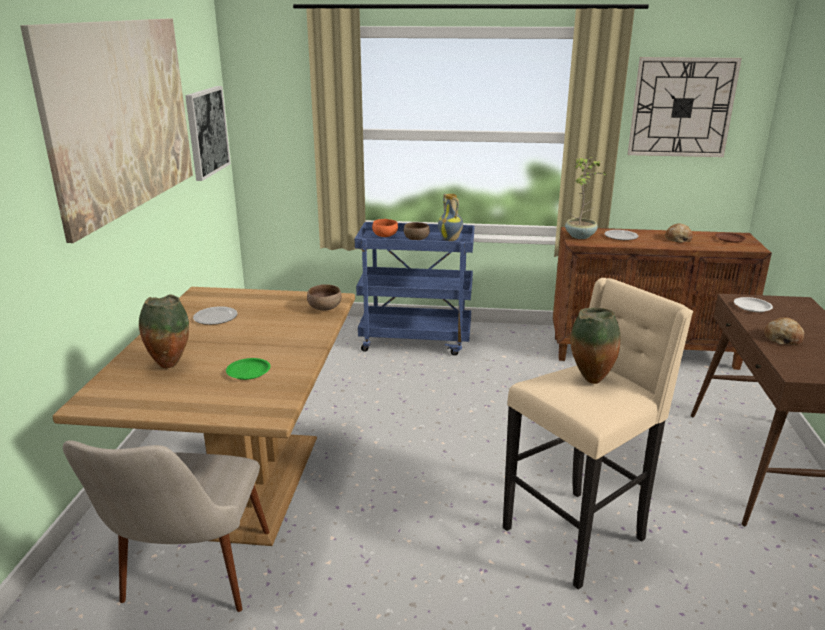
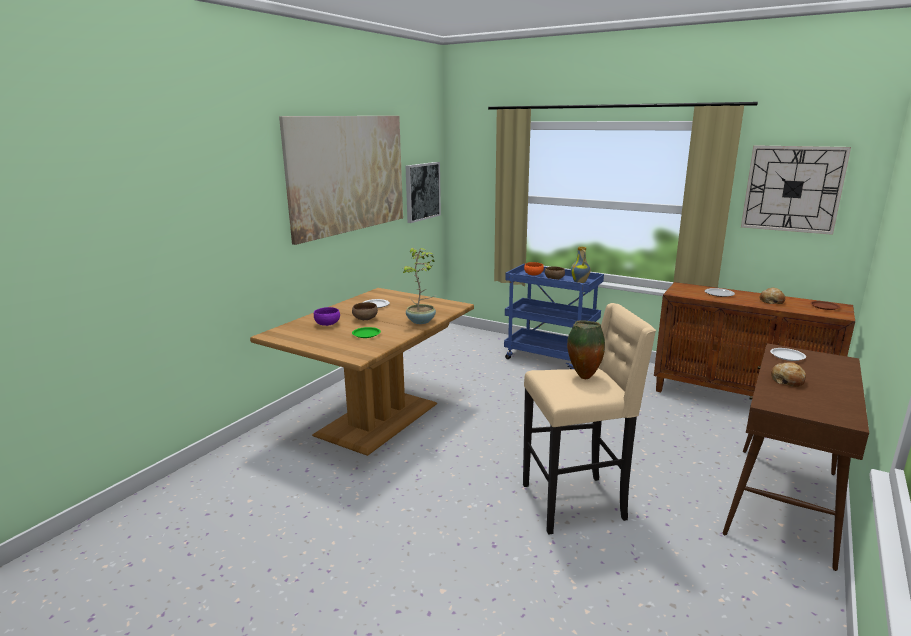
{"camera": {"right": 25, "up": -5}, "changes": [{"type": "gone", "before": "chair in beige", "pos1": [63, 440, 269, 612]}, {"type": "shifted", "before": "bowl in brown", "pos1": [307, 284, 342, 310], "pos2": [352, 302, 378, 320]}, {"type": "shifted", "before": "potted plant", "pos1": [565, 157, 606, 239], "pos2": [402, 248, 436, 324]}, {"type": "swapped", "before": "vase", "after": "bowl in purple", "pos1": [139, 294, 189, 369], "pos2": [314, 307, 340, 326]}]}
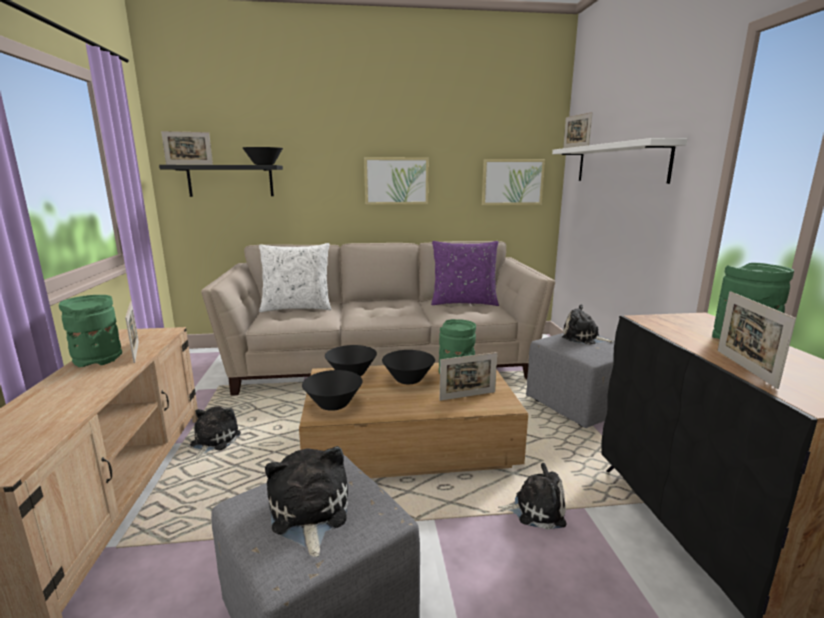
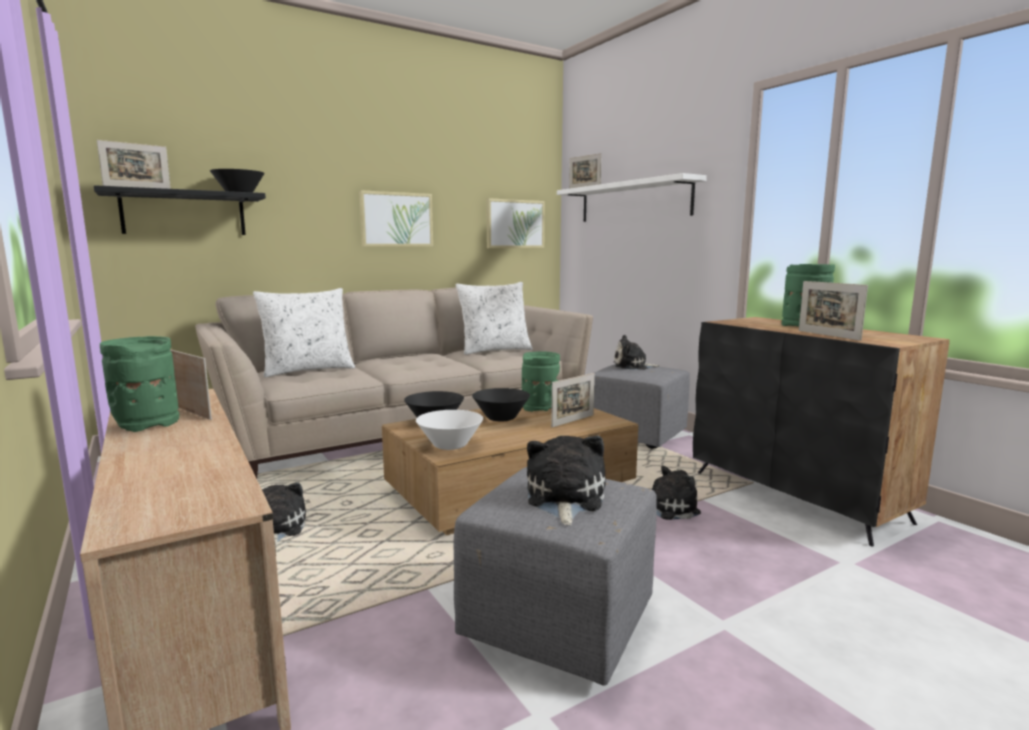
{"camera": {"right": -25, "up": -5}, "changes": [{"type": "repainted", "before": "bowl in black", "after": "bowl in white", "pos1": [302, 370, 363, 411], "pos2": [416, 410, 483, 450]}, {"type": "repainted", "before": "pillow in purple", "after": "pillow in white", "pos1": [431, 241, 499, 306], "pos2": [456, 282, 533, 355]}, {"type": "rotated", "before": "plush toy", "pos1": [265, 446, 348, 557], "pos2": [527, 435, 606, 526], "turn": 45}]}
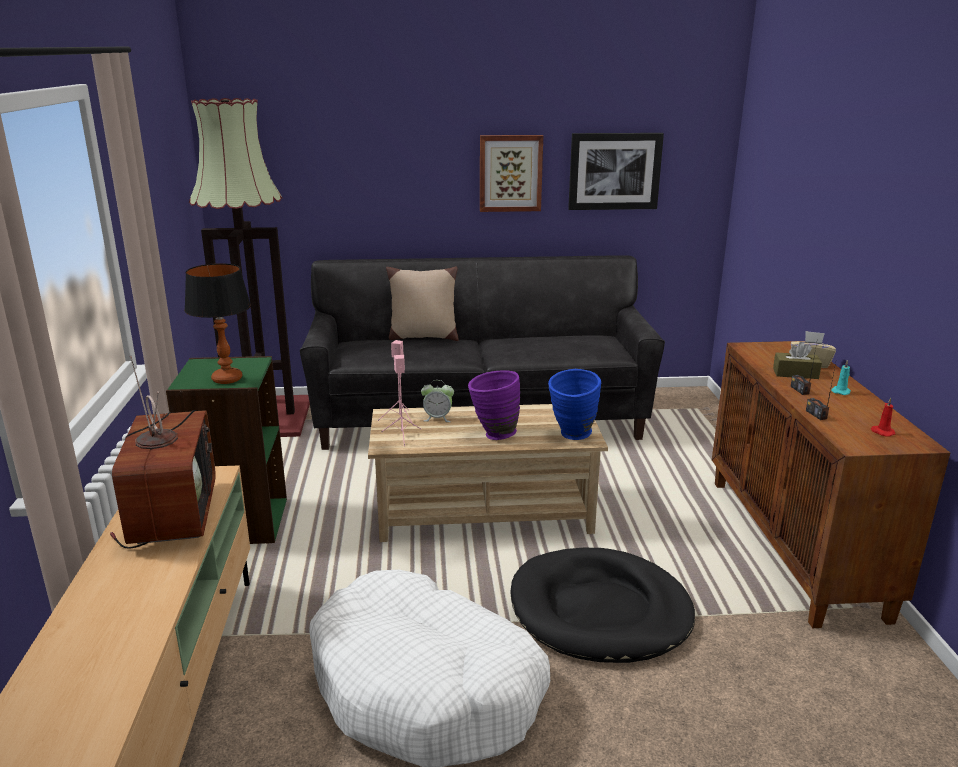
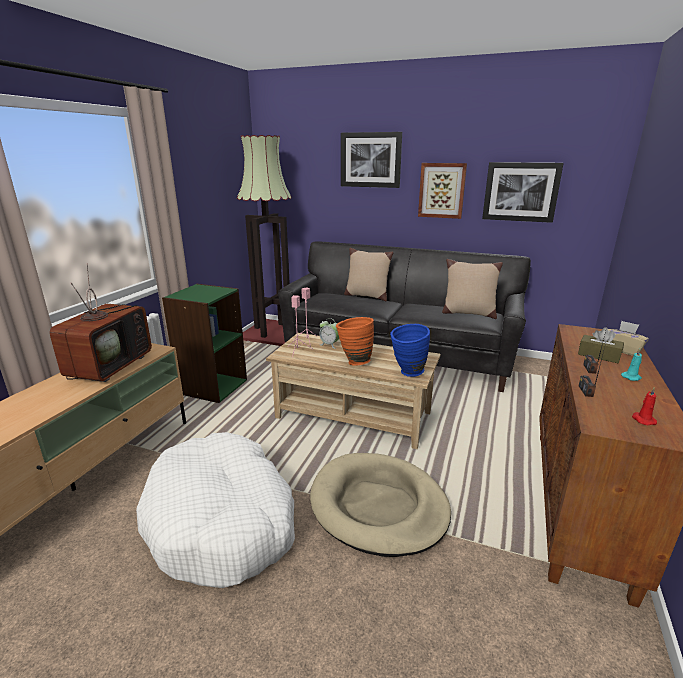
{"camera": {"right": 25, "up": 0}, "changes": [{"type": "gone", "before": "table lamp", "pos1": [184, 263, 251, 384]}, {"type": "new", "after": "picture", "pos2": [341, 132, 402, 188]}, {"type": "new", "after": "pillow in beige", "pos2": [442, 259, 503, 319]}, {"type": "repainted", "before": "vase in purple", "after": "vase in orange", "pos1": [468, 370, 520, 440], "pos2": [336, 317, 374, 365]}, {"type": "repainted", "before": "dog bed in black", "after": "dog bed in beige", "pos1": [510, 548, 695, 663], "pos2": [310, 453, 451, 557]}]}
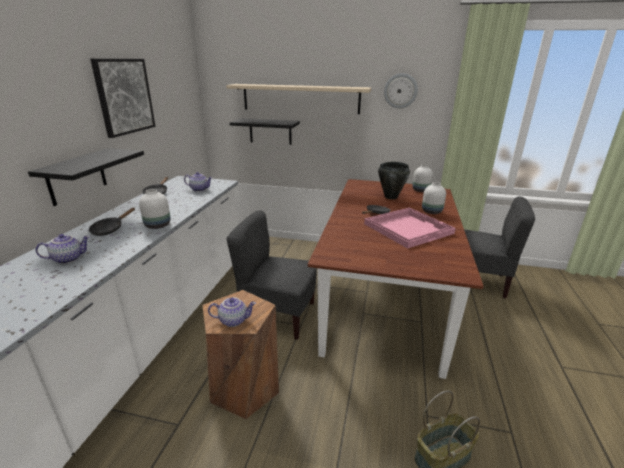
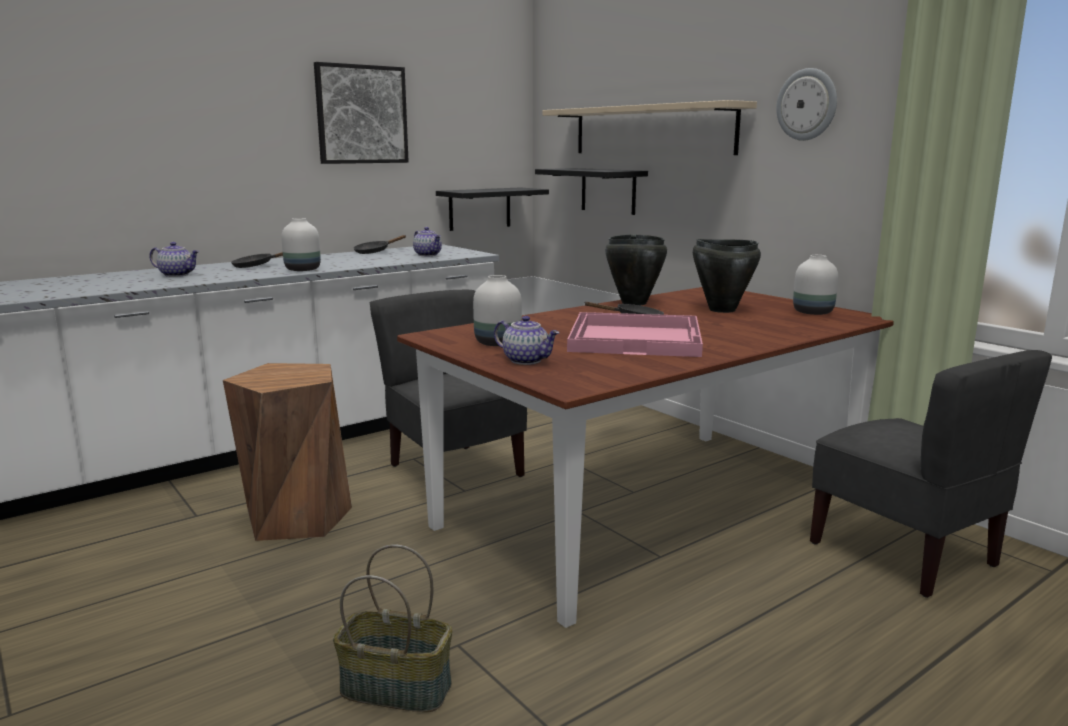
{"camera": {"right": 40, "up": -10}, "changes": [{"type": "new", "after": "cooking pot in black", "pos2": [605, 234, 667, 306]}, {"type": "shifted", "before": "shelf in black", "pos1": [28, 148, 144, 206], "pos2": [436, 187, 549, 231]}, {"type": "shifted", "before": "teapot", "pos1": [208, 297, 256, 327], "pos2": [494, 316, 560, 365]}, {"type": "shifted", "before": "vase in white", "pos1": [422, 182, 446, 214], "pos2": [473, 275, 522, 346]}]}
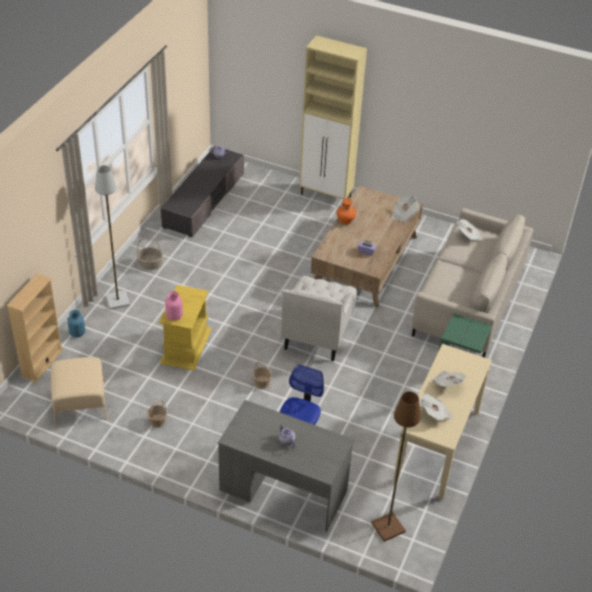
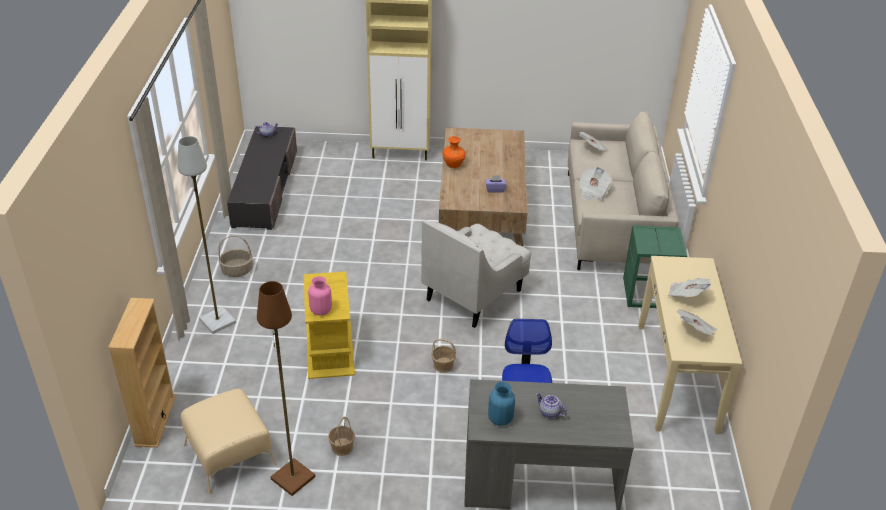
{"camera": {"right": -20, "up": -5}, "changes": [{"type": "shifted", "before": "vase in blue", "pos1": [68, 310, 85, 338], "pos2": [488, 382, 515, 426]}, {"type": "shifted", "before": "floor lamp in brown", "pos1": [371, 392, 421, 542], "pos2": [257, 281, 315, 496]}, {"type": "shifted", "before": "newspaper", "pos1": [391, 196, 420, 222], "pos2": [579, 167, 612, 200]}, {"type": "rotated", "before": "armchair in white", "pos1": [281, 276, 357, 361], "pos2": [421, 219, 531, 328], "turn": 45}]}
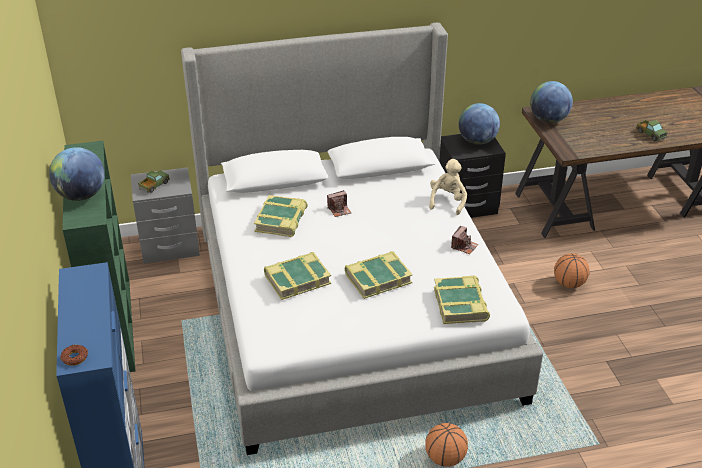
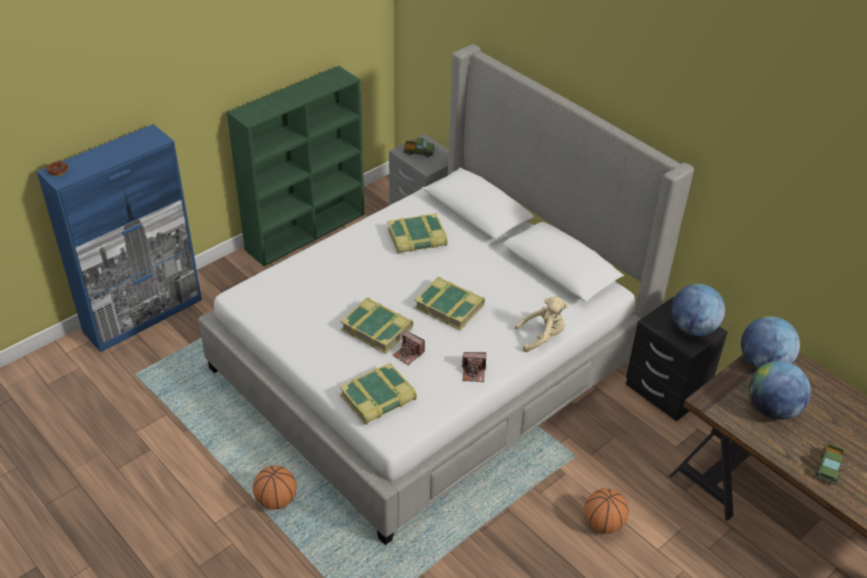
{"camera": {"right": 60, "up": 5}, "changes": [{"type": "shifted", "before": "globe", "pos1": [49, 147, 105, 201], "pos2": [749, 361, 811, 420]}, {"type": "shifted", "before": "book", "pos1": [264, 252, 331, 300], "pos2": [414, 277, 485, 330]}, {"type": "shifted", "before": "photo camera", "pos1": [327, 190, 351, 217], "pos2": [393, 331, 425, 365]}]}
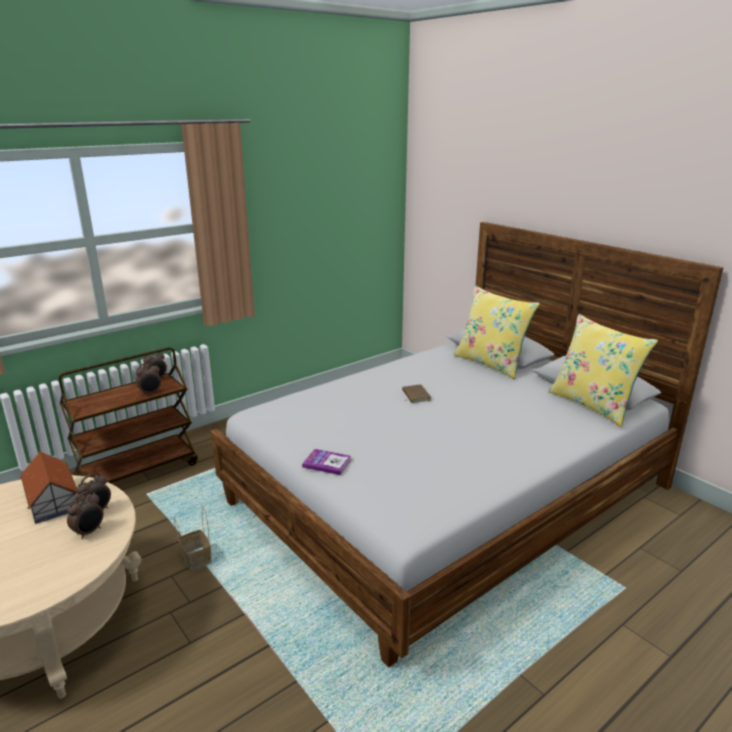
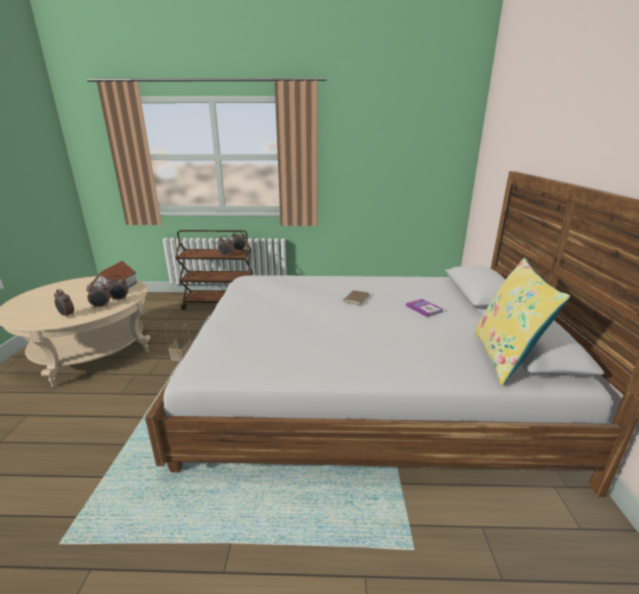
{"camera": {"right": 40, "up": 0}, "changes": [{"type": "gone", "before": "pillow in yellow", "pos1": [453, 286, 540, 379]}, {"type": "new", "after": "alarm clock", "pos2": [54, 289, 74, 318]}, {"type": "shifted", "before": "book", "pos1": [302, 449, 351, 475], "pos2": [406, 299, 443, 317]}]}
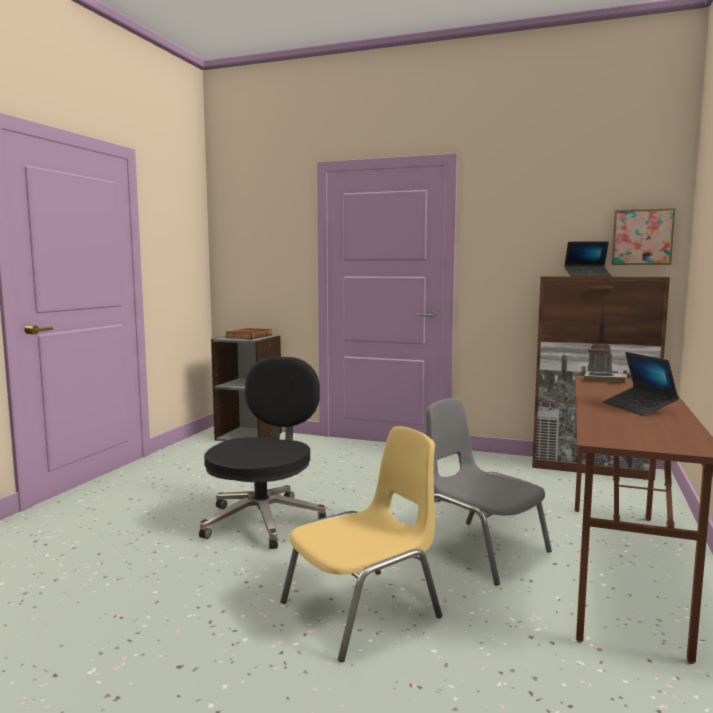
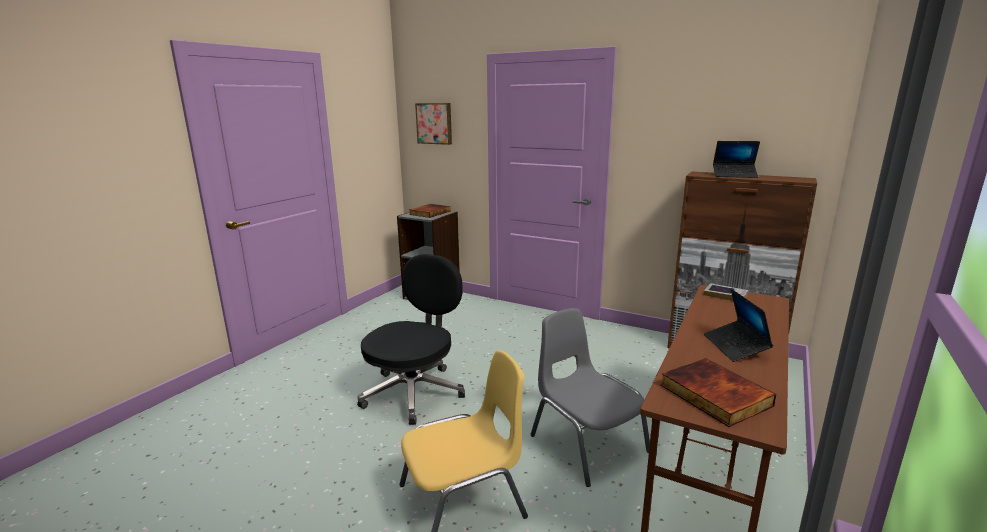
{"camera": {"right": 10, "up": 10}, "changes": [{"type": "new", "after": "book", "pos2": [660, 358, 776, 427]}, {"type": "shifted", "before": "picture", "pos1": [611, 208, 675, 265], "pos2": [415, 103, 452, 145]}]}
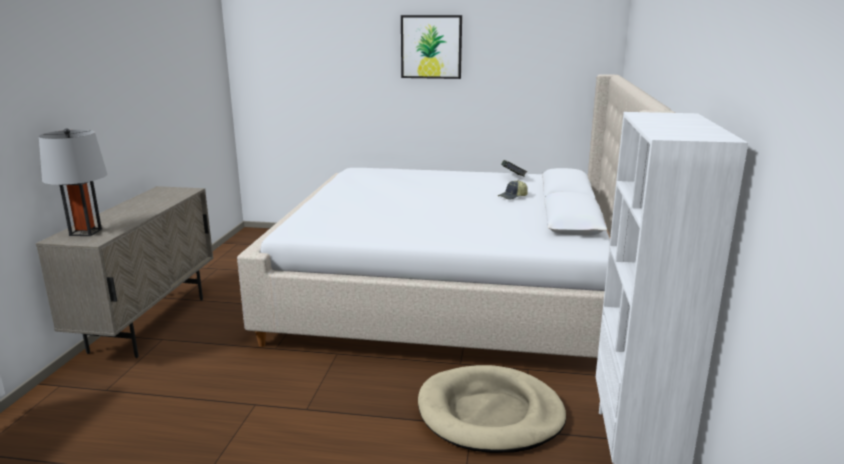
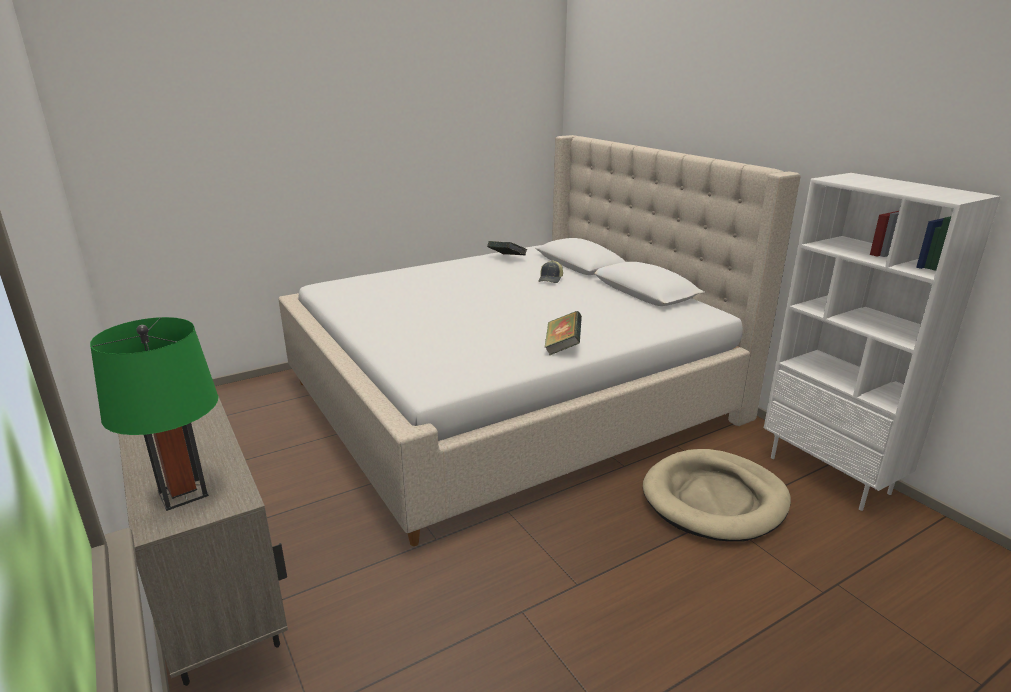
{"camera": {"right": -40, "up": 5}, "changes": [{"type": "gone", "before": "picture", "pos1": [401, 15, 462, 79]}, {"type": "new", "after": "book", "pos2": [544, 311, 582, 355]}, {"type": "repainted", "before": "table lamp in grey", "after": "table lamp in green", "pos1": [39, 128, 108, 236], "pos2": [90, 317, 219, 511]}]}
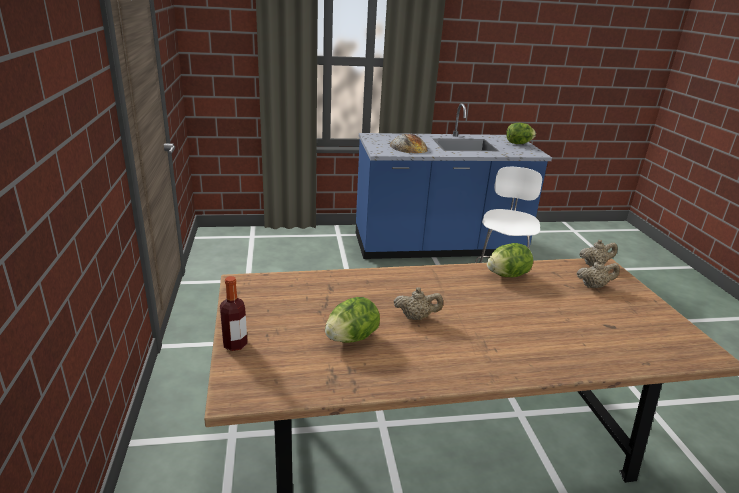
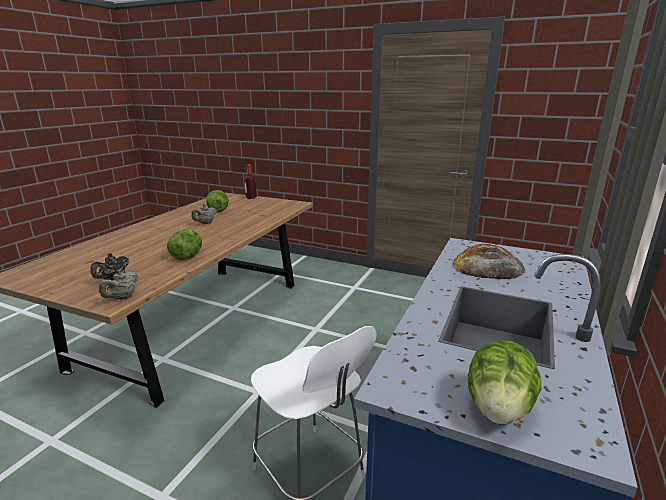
{"camera": {"right": 125, "up": -5}, "changes": [{"type": "repainted", "before": "teapot in beige", "after": "teapot in black", "pos1": [577, 259, 620, 288], "pos2": [90, 253, 130, 281]}]}
